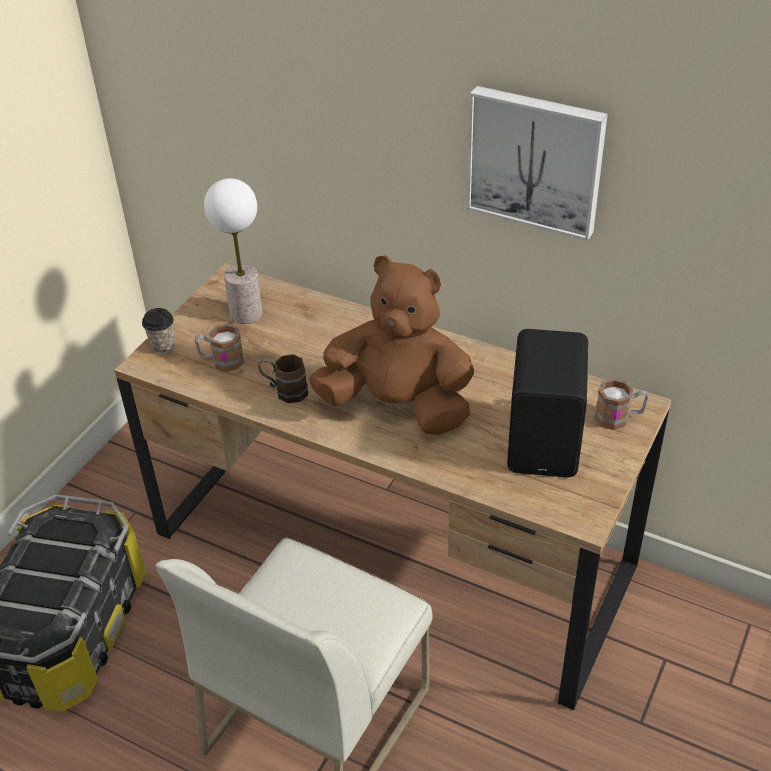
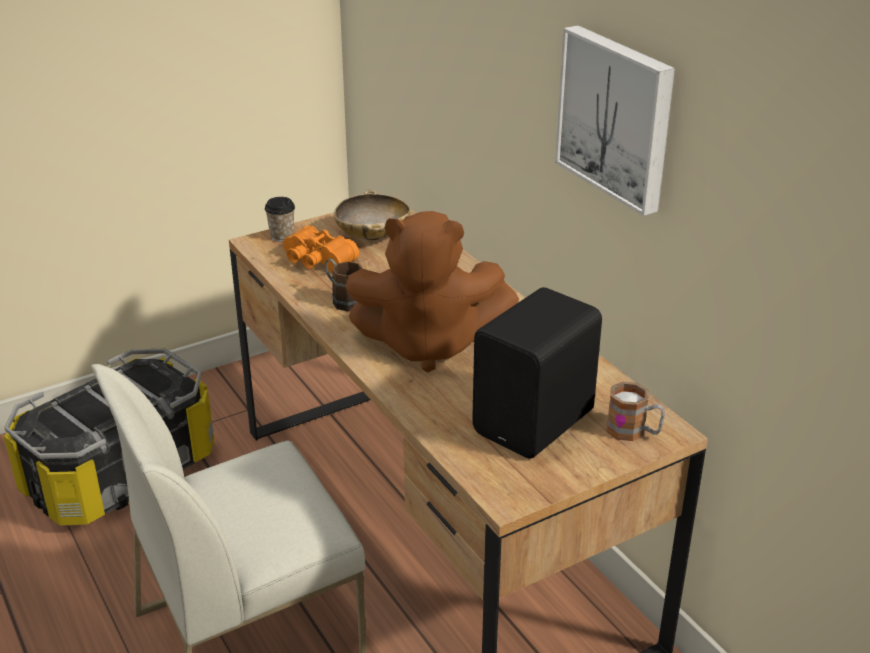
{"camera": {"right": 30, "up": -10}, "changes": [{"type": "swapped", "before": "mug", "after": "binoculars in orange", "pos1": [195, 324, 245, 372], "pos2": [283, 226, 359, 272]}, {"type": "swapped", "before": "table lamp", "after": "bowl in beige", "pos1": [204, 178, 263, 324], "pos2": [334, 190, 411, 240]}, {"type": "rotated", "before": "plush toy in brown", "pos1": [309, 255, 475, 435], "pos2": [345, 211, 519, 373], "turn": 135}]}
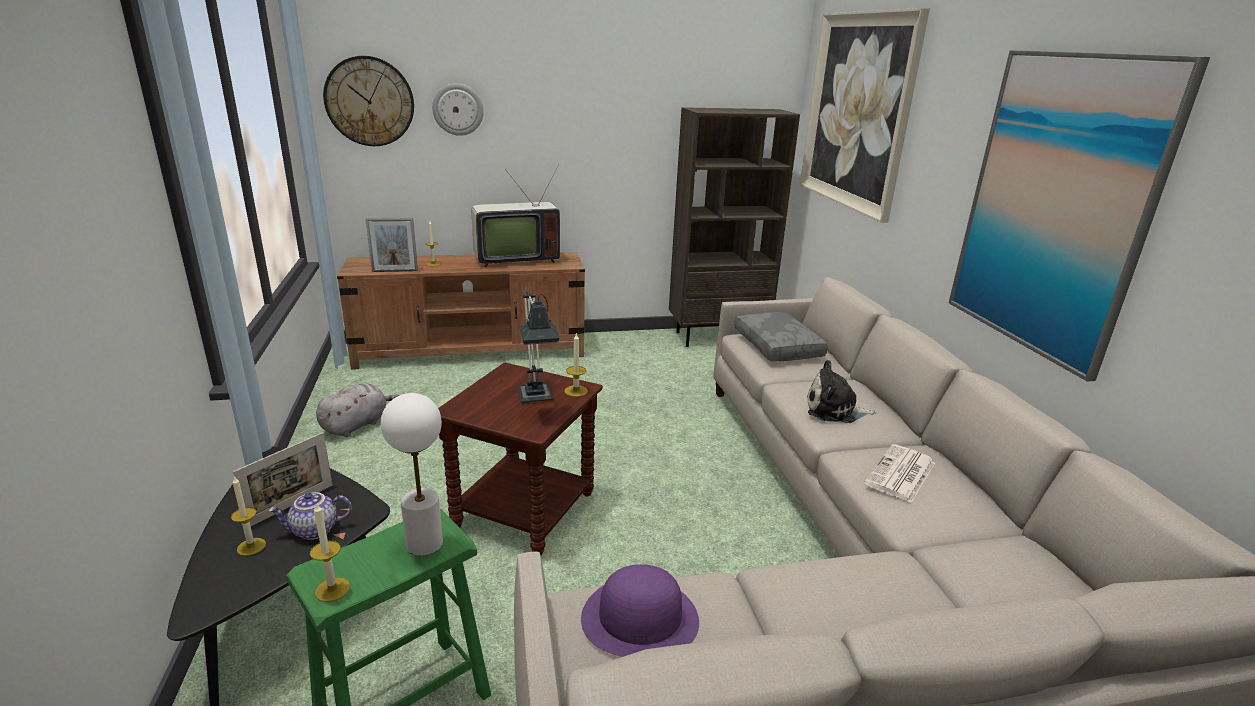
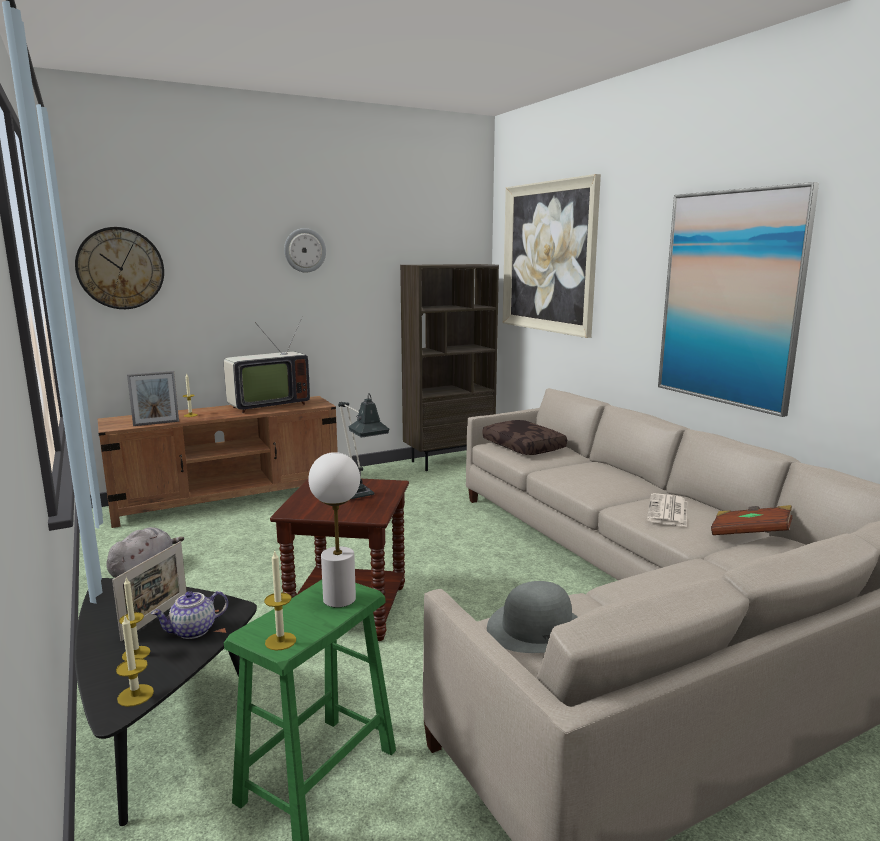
{"camera": {"right": -15, "up": -10}, "changes": [{"type": "gone", "before": "plush toy", "pos1": [807, 360, 876, 423]}, {"type": "new", "after": "book in brown", "pos2": [711, 505, 792, 535]}, {"type": "shifted", "before": "wall clock", "pos1": [432, 83, 484, 136], "pos2": [284, 228, 326, 273]}, {"type": "shifted", "before": "candle", "pos1": [564, 332, 588, 397], "pos2": [116, 616, 154, 707]}, {"type": "repainted", "before": "hat in purple", "after": "hat in grey", "pos1": [581, 564, 699, 657], "pos2": [487, 581, 578, 653]}, {"type": "repainted", "before": "pillow in grey", "after": "pillow in brown", "pos1": [734, 312, 828, 361], "pos2": [482, 420, 567, 455]}]}
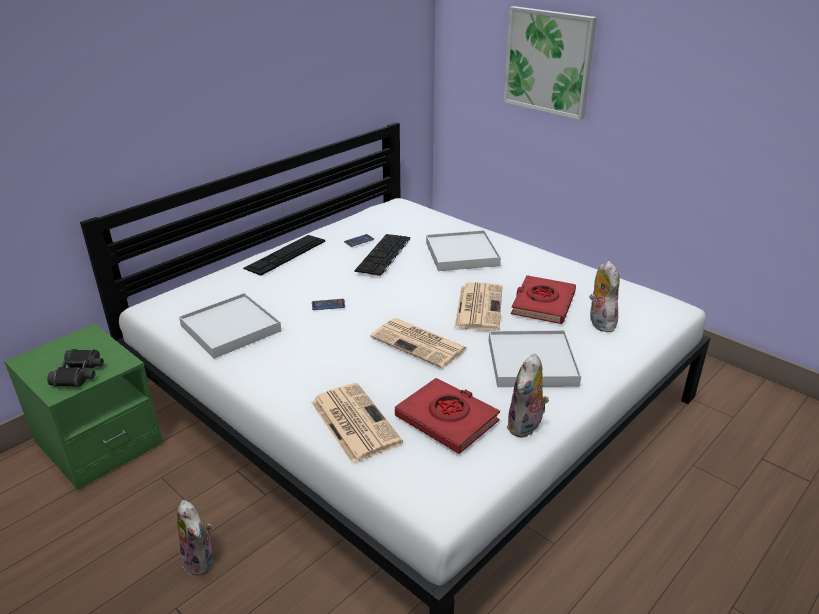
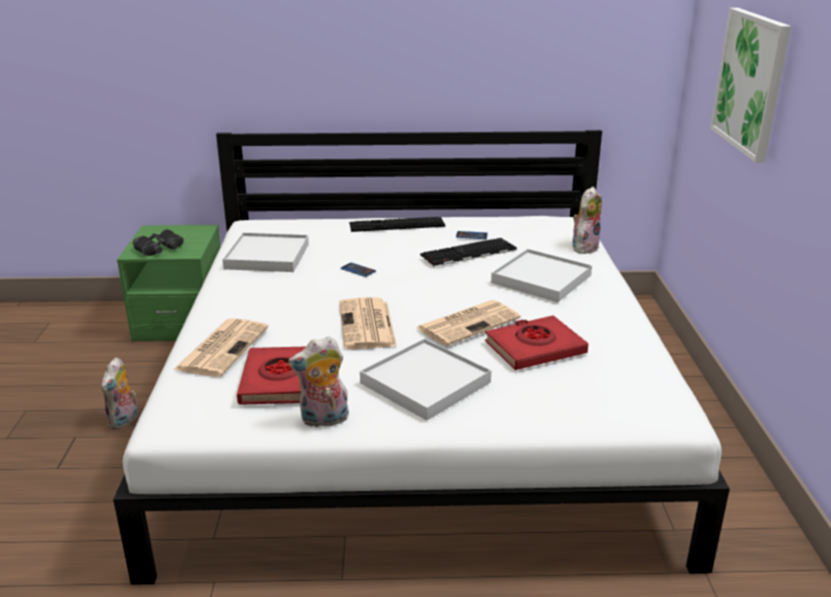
{"camera": {"right": 45, "up": -5}, "changes": [{"type": "shifted", "before": "plush toy", "pos1": [589, 261, 620, 332], "pos2": [572, 187, 602, 254]}]}
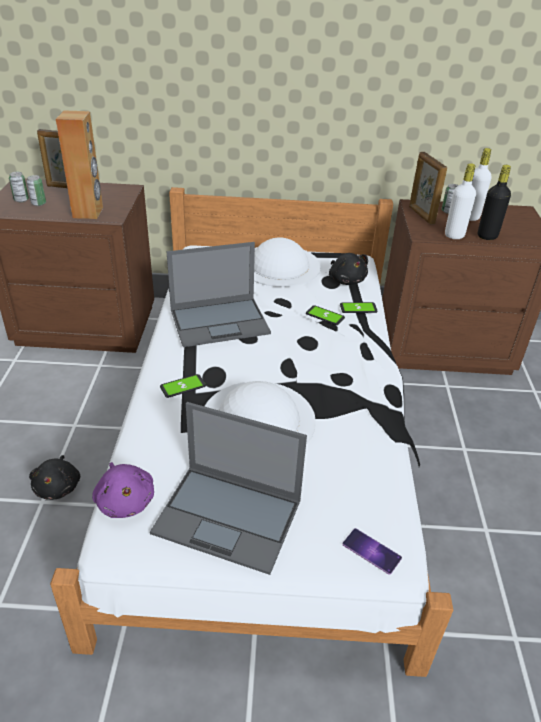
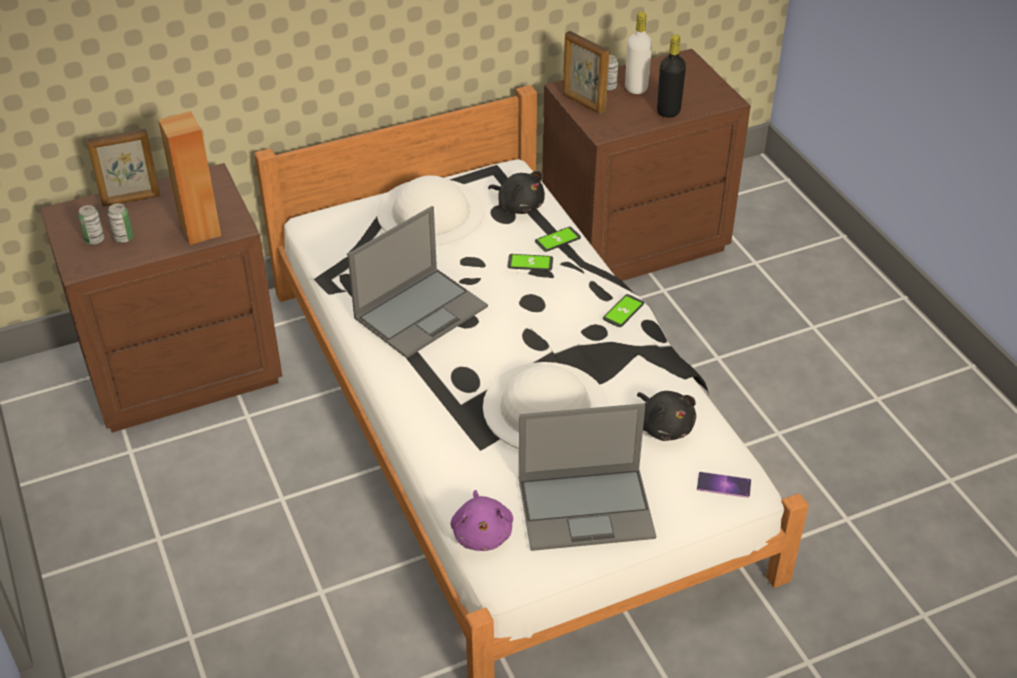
{"camera": {"right": -25, "up": 5}, "changes": [{"type": "gone", "before": "bottle in white", "pos1": [445, 164, 476, 239]}, {"type": "shifted", "before": "plush toy in black", "pos1": [29, 455, 80, 500], "pos2": [637, 391, 696, 441]}, {"type": "shifted", "before": "phone", "pos1": [160, 374, 206, 398], "pos2": [603, 294, 644, 327]}, {"type": "rotated", "before": "plush toy in purple", "pos1": [92, 462, 154, 518], "pos2": [451, 490, 513, 551], "turn": 45}]}
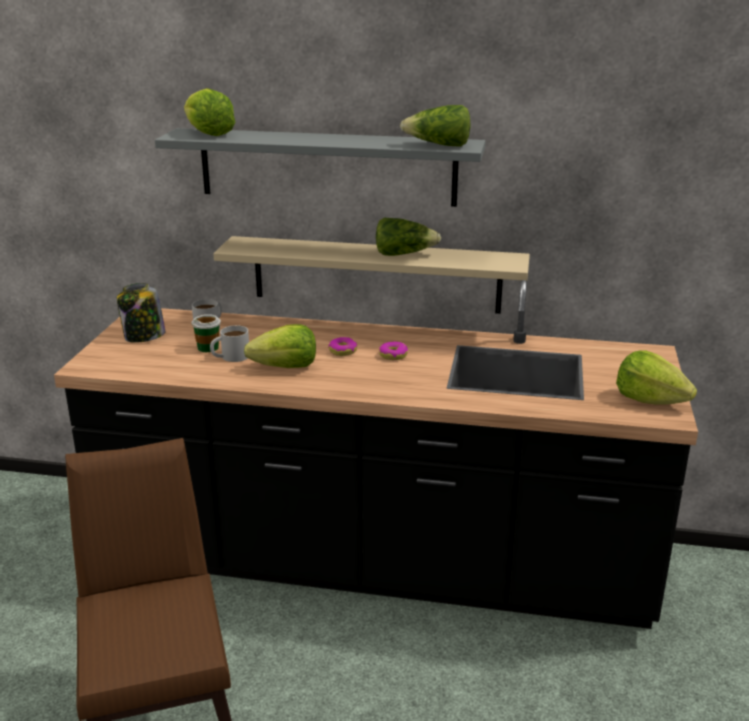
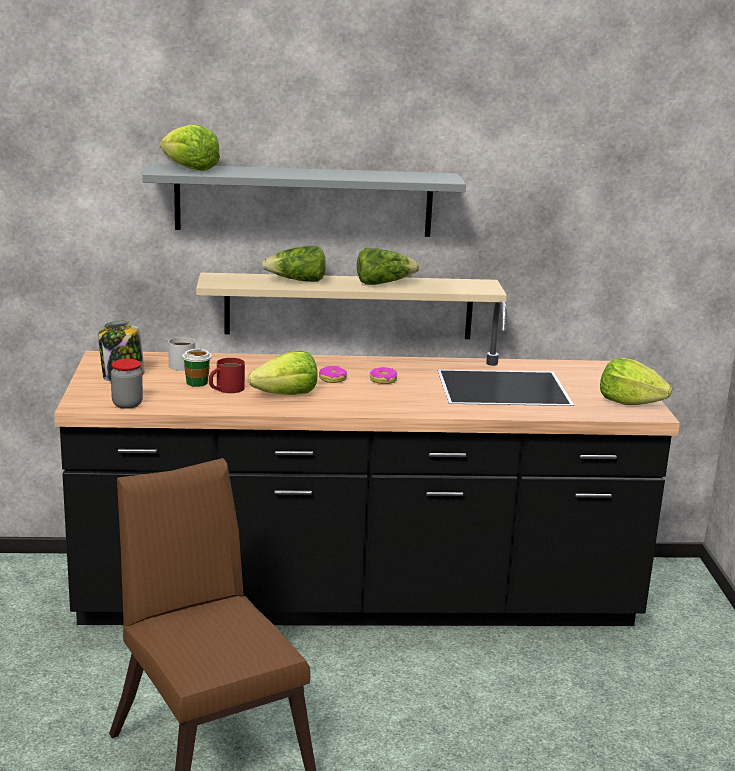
{"camera": {"right": -15, "up": -5}, "changes": [{"type": "new", "after": "jar", "pos2": [111, 359, 143, 409]}, {"type": "shifted", "before": "lettuce", "pos1": [400, 105, 471, 147], "pos2": [262, 246, 326, 282]}, {"type": "repainted", "before": "mug in white", "after": "mug in red", "pos1": [210, 325, 249, 362], "pos2": [209, 358, 245, 393]}]}
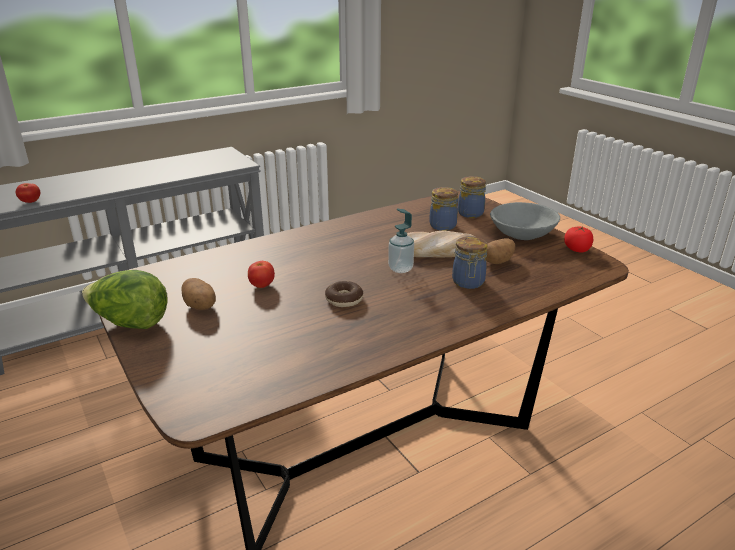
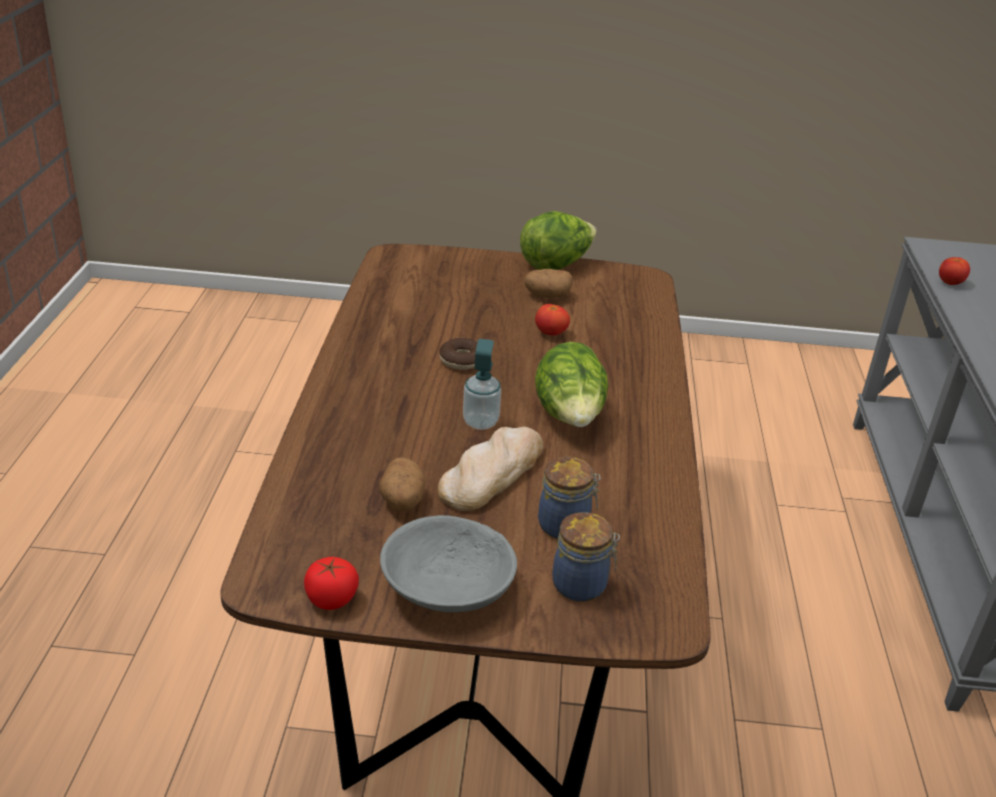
{"camera": {"right": 125, "up": 5}, "changes": [{"type": "gone", "before": "jar", "pos1": [452, 236, 488, 289]}, {"type": "new", "after": "lettuce", "pos2": [535, 342, 608, 427]}]}
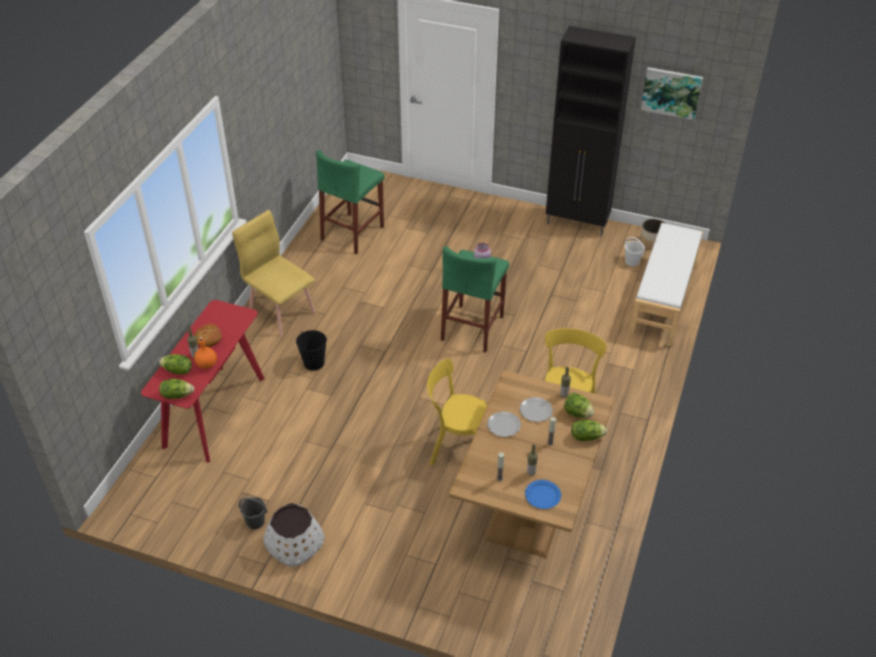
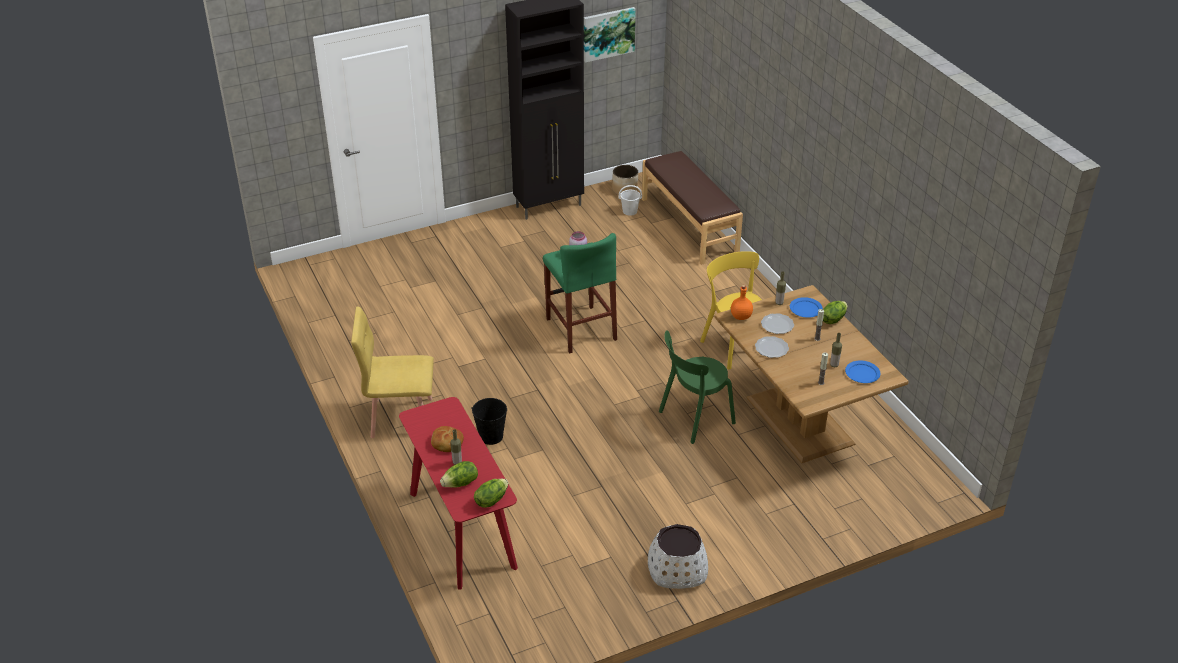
{"camera": {"right": -45, "up": -5}, "changes": [{"type": "gone", "before": "bucket in grey", "pos1": [239, 497, 267, 529]}, {"type": "gone", "before": "stool in green", "pos1": [316, 150, 384, 254]}, {"type": "shifted", "before": "bottle in orange", "pos1": [194, 337, 217, 369], "pos2": [731, 285, 753, 320]}, {"type": "swapped", "before": "lettuce", "after": "plate in blue", "pos1": [564, 393, 594, 418], "pos2": [790, 297, 823, 318]}, {"type": "repainted", "before": "chair in yellow", "after": "chair in green", "pos1": [427, 358, 487, 465], "pos2": [659, 330, 736, 444]}, {"type": "repainted", "before": "bench in white", "after": "bench in brown", "pos1": [629, 223, 703, 346], "pos2": [642, 151, 743, 265]}]}
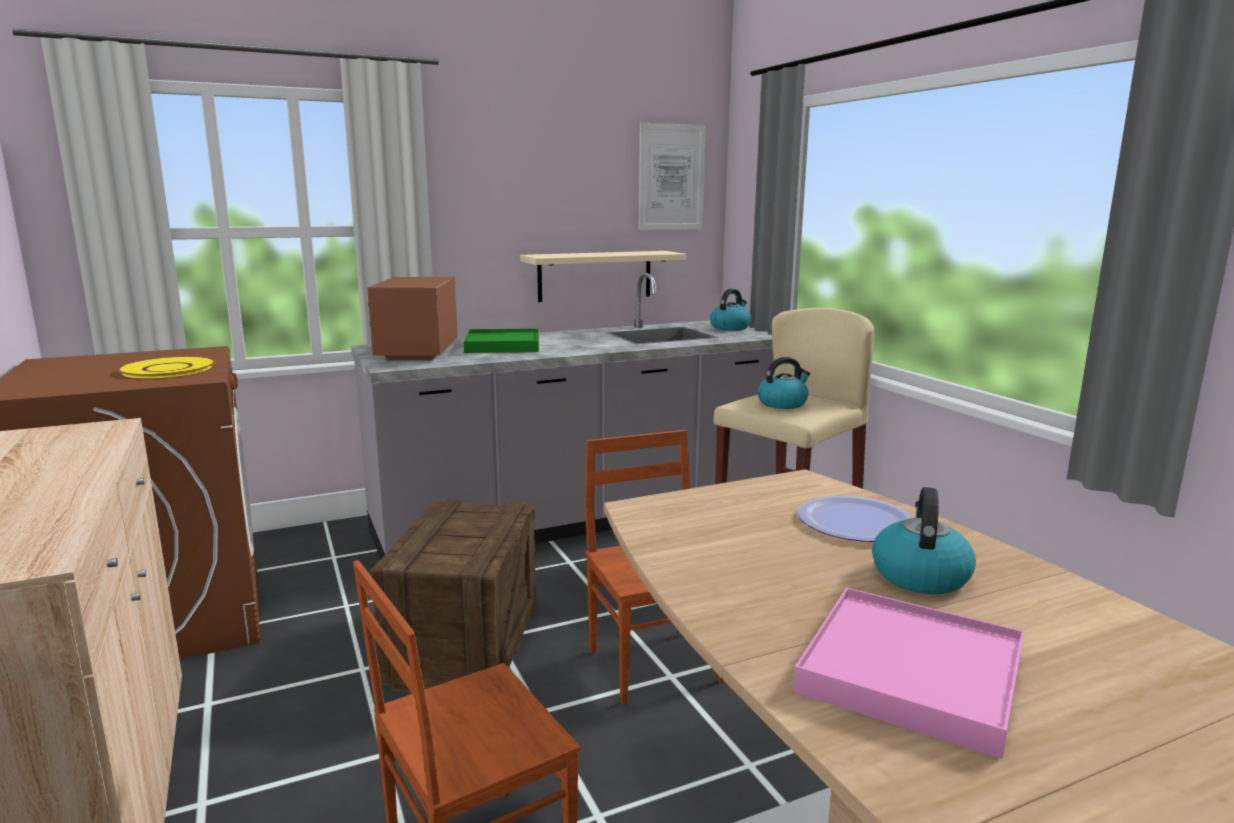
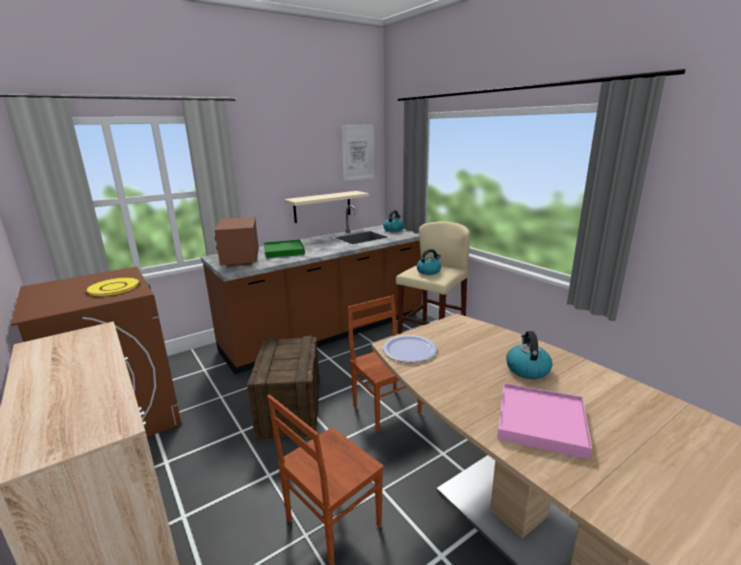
{"camera": {"right": -10, "up": 5}, "changes": [{"type": "shifted", "before": "plate", "pos1": [798, 496, 914, 542], "pos2": [383, 335, 438, 362]}, {"type": "repainted", "before": "counter in grey", "after": "counter in brown", "pos1": [351, 273, 776, 560], "pos2": [201, 205, 422, 374]}]}
